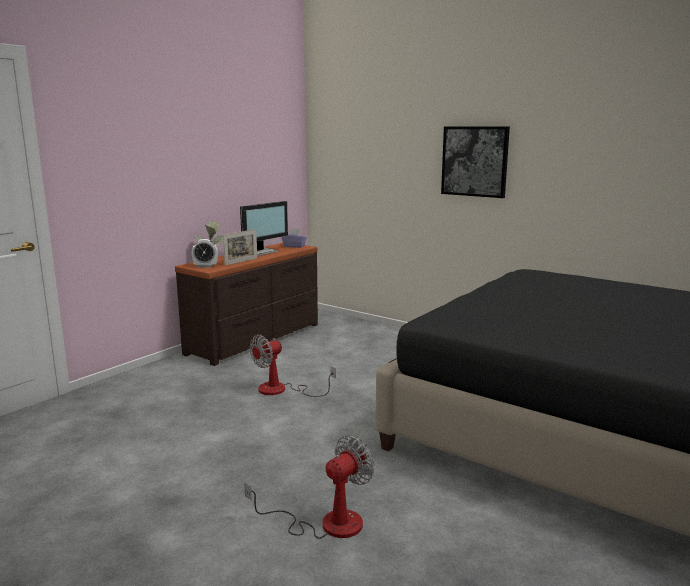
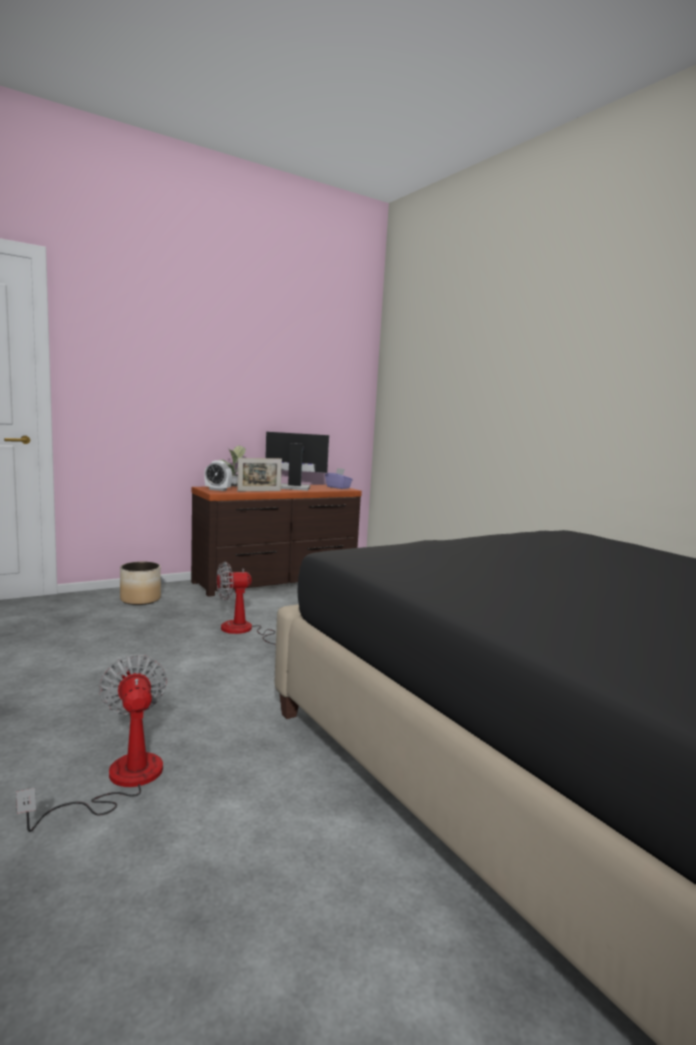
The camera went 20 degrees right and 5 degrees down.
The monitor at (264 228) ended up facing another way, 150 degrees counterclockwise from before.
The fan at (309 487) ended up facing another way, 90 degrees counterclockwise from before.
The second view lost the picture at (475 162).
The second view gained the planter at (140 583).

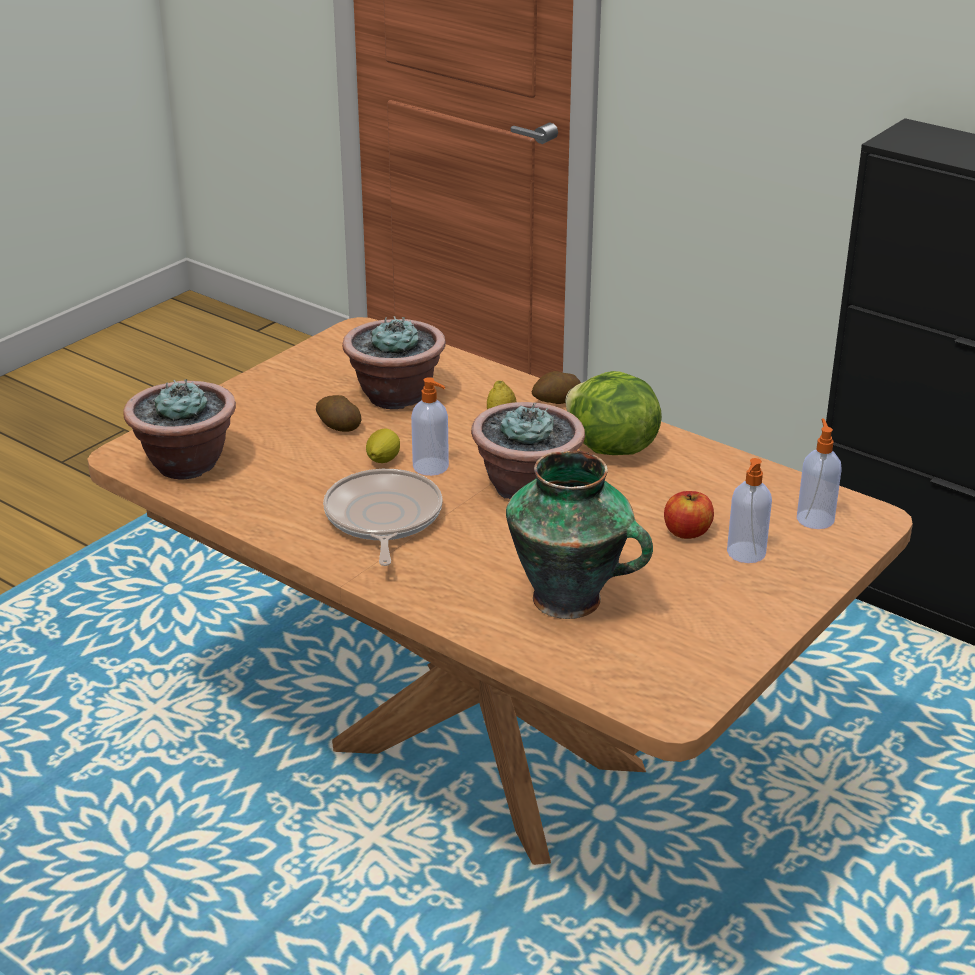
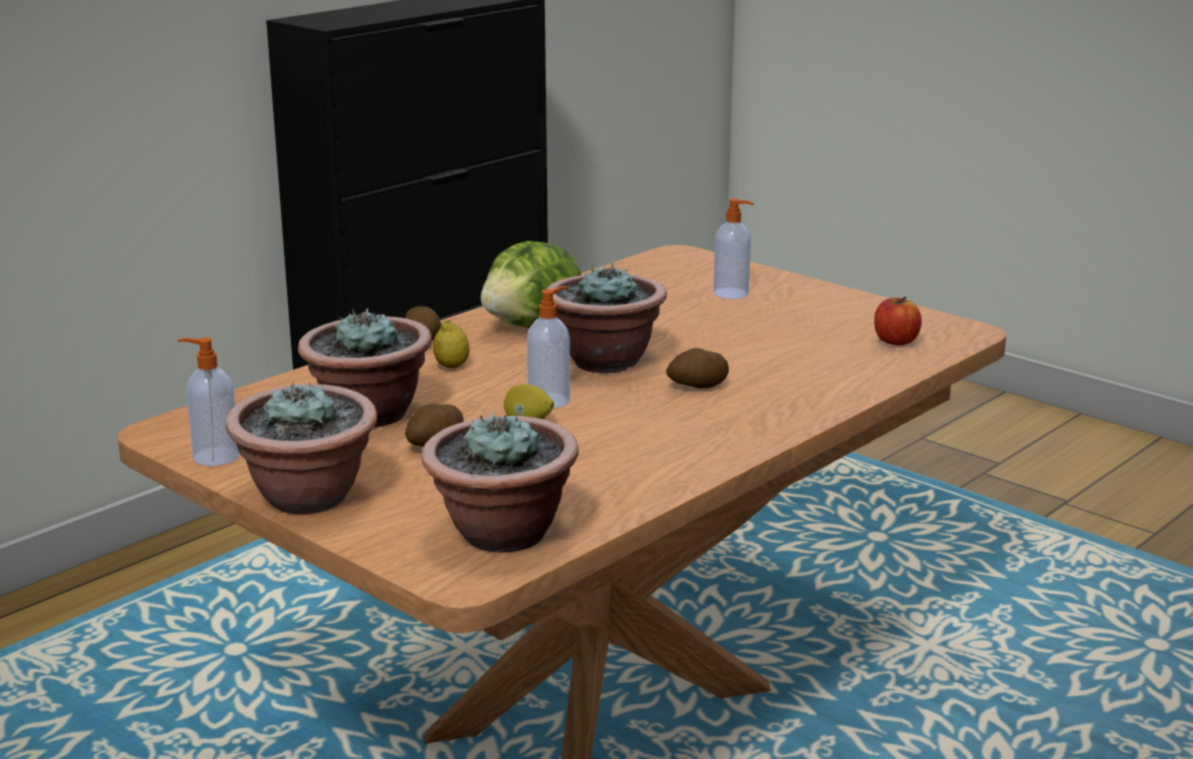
The camera went 85 degrees left and 10 degrees down.
The second view lost the frying pan at (383 517).
The second view lost the vase at (579 534).
The apple ended up elsewhere, having gone from (689 515) to (898 320).
The soap dispenser ended up elsewhere, having gone from (819 473) to (209 401).
The second view gained the potted plant at (301 448).
The second view gained the potato at (697 368).

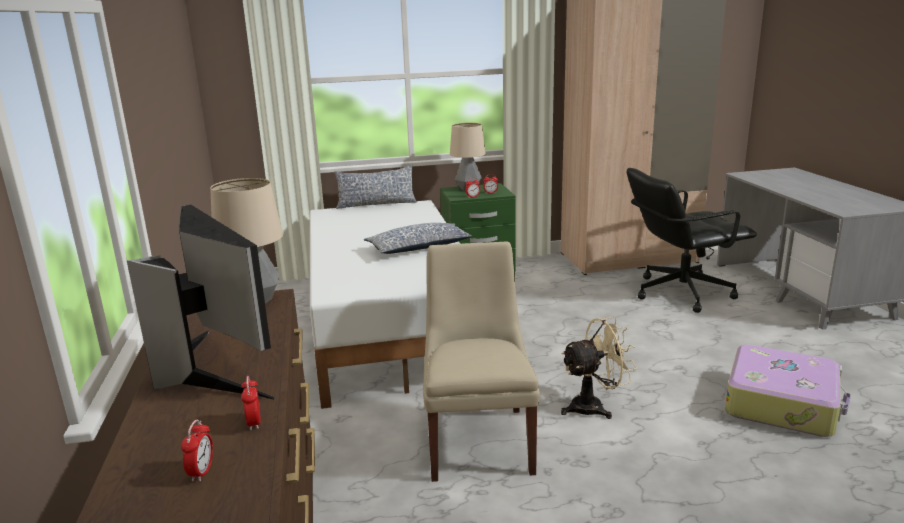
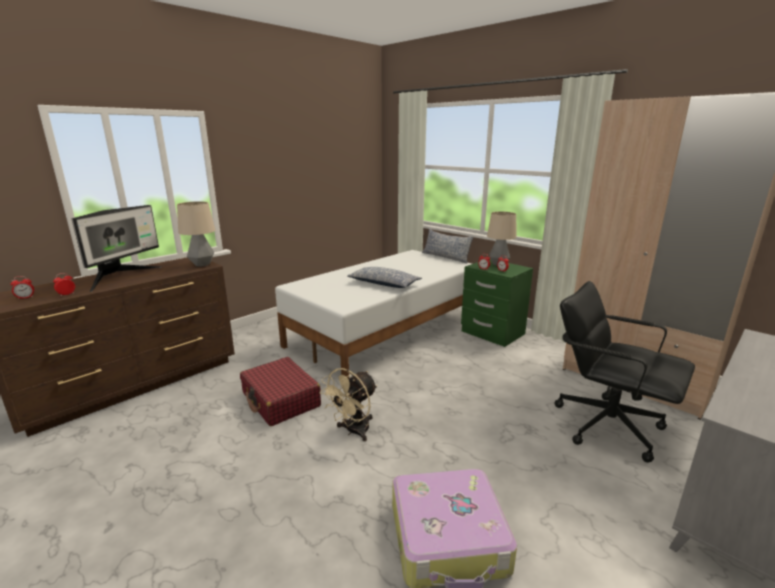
The camera went 55 degrees right and 0 degrees up.
Where the chair/beige stood at (481 361), the suitcase/red came to stand at (280 391).
The fan/beige at (599 368) ended up facing another way, 90 degrees clockwise from before.

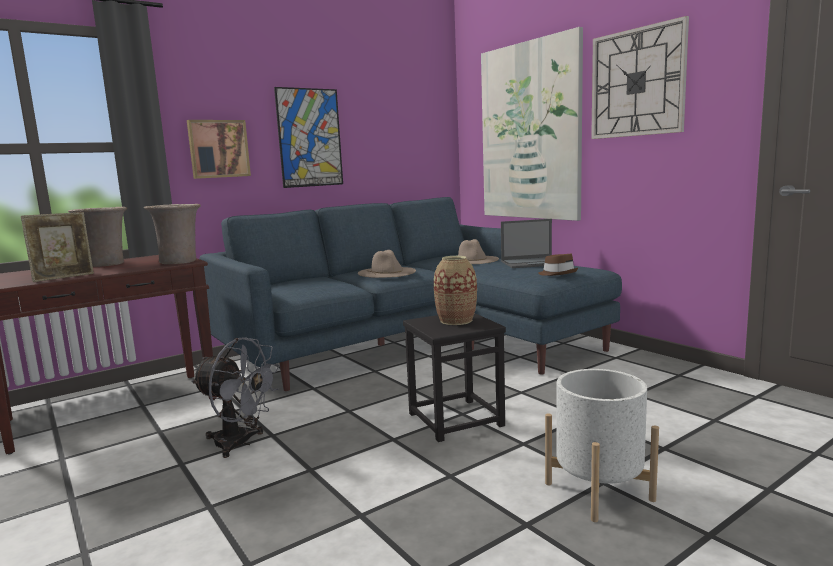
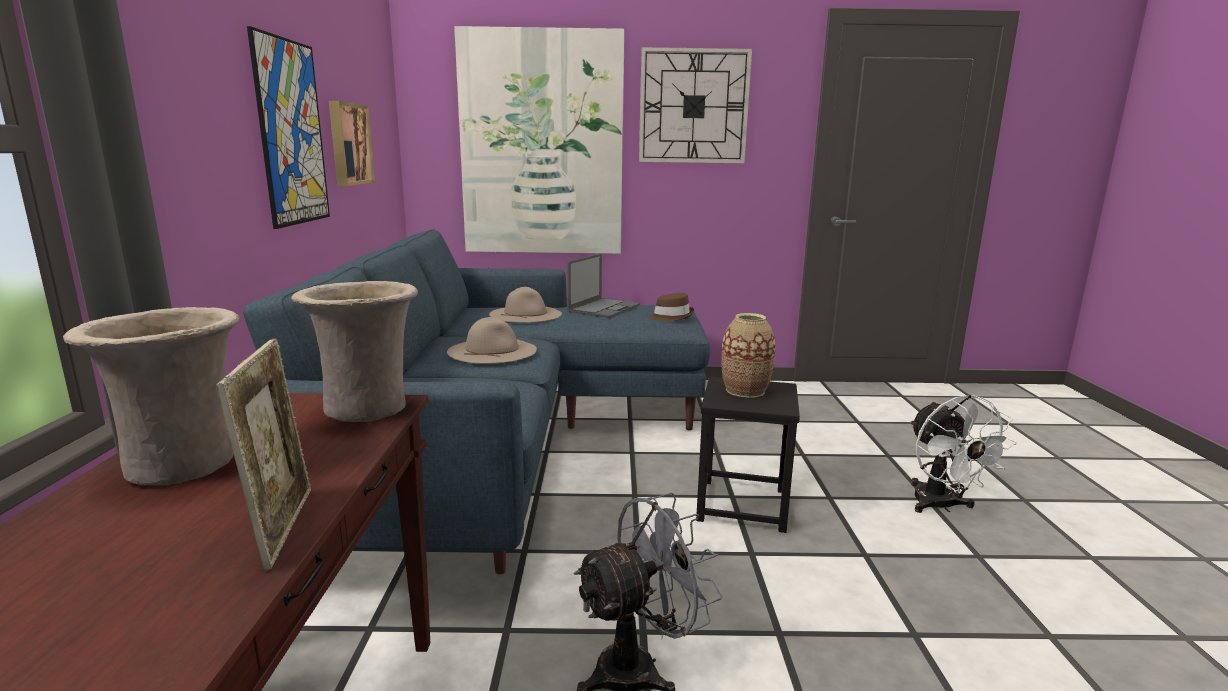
The camera went 55 degrees left and 5 degrees up.
The picture ended up elsewhere, having gone from (219 149) to (352 143).
Where the planter/white stood at (602 445), the fan/white came to stand at (963 453).

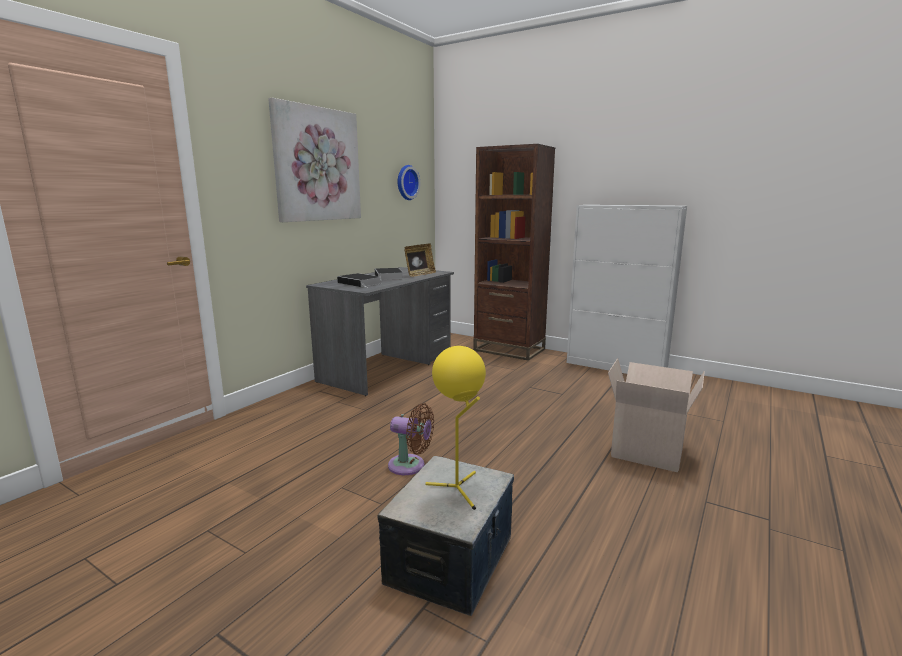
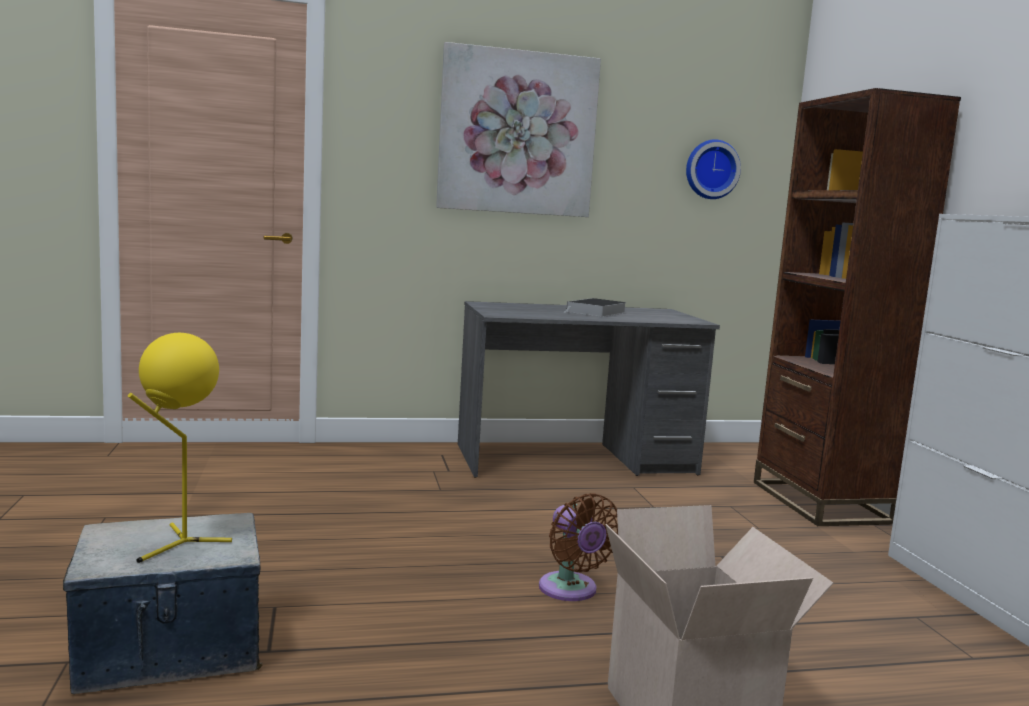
The camera went 45 degrees right and 5 degrees down.
The second view lost the book at (359 280).
The fan/brown ended up elsewhere, having gone from (411 439) to (578 547).
The second view lost the picture frame at (420 260).

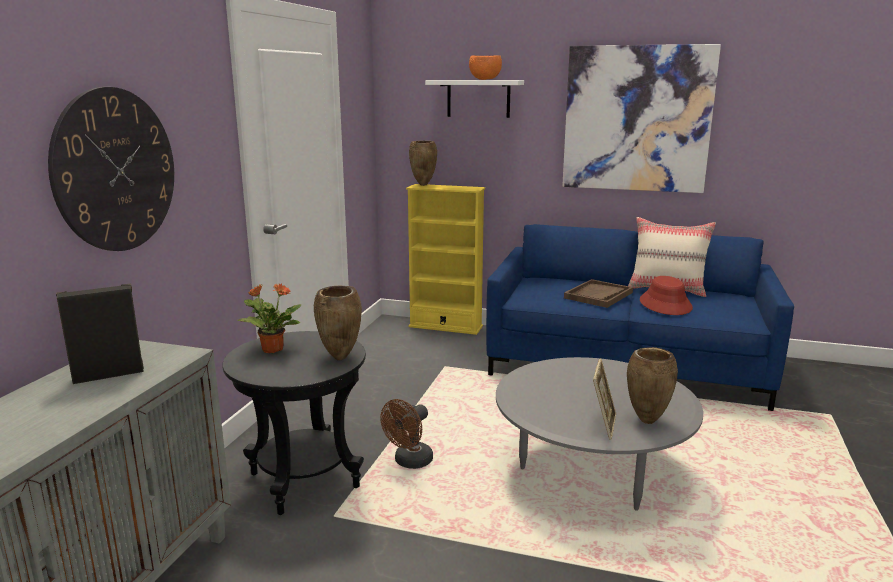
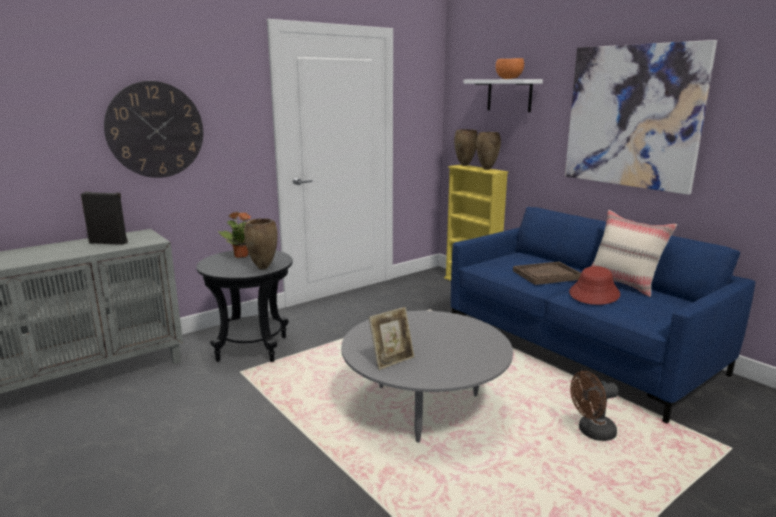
The camera went 35 degrees right and 0 degrees up.
The fan/brown ended up elsewhere, having gone from (406 434) to (594 406).
The vase/brown ended up elsewhere, having gone from (652 385) to (488 151).

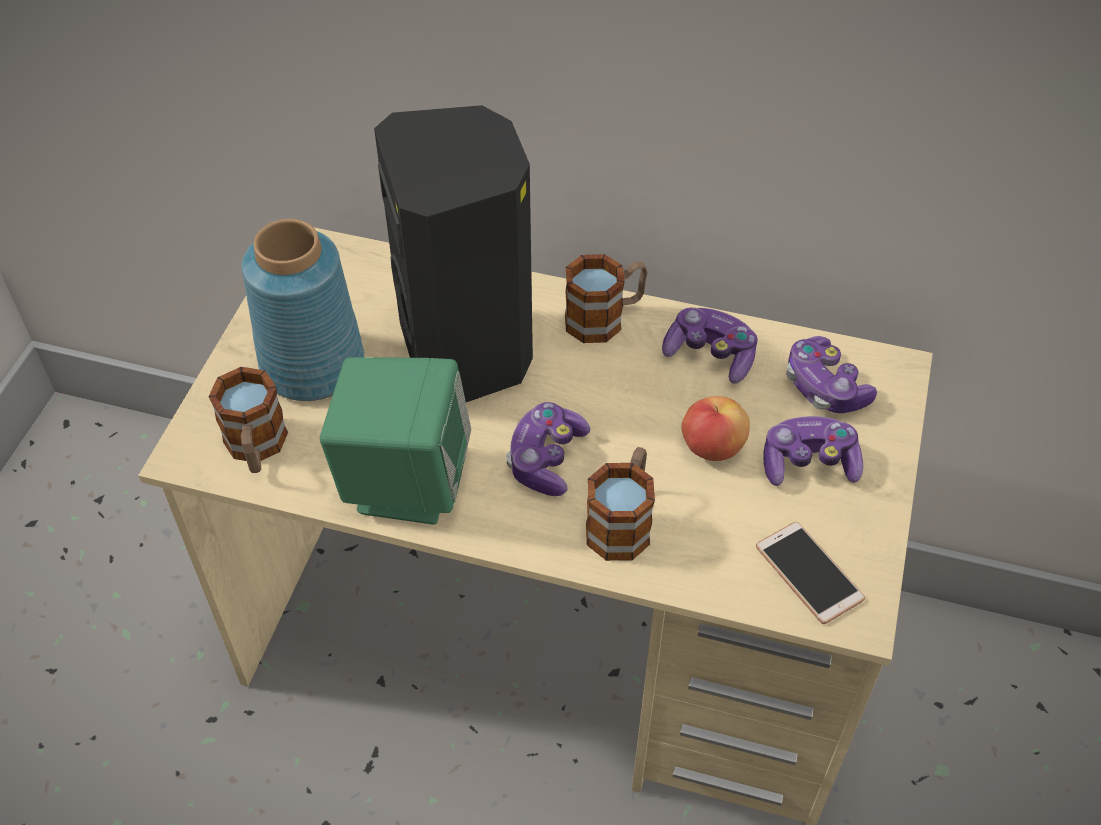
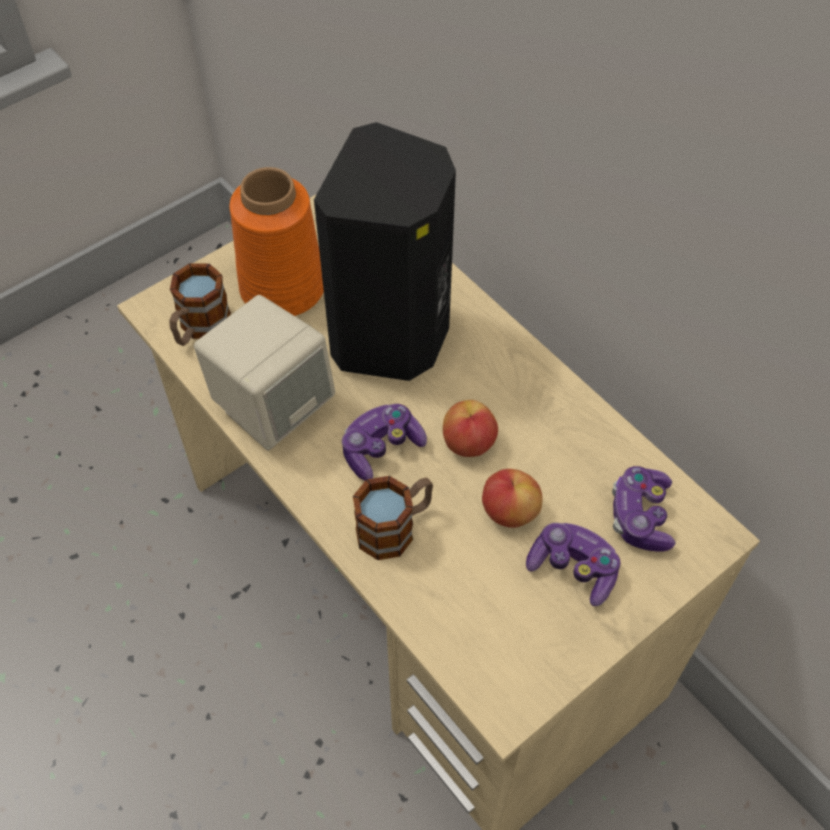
The camera went 35 degrees right and 5 degrees up.
What was the vase/blue at (303 310) turned into the vase/orange at (277 241).
What was the speaker/green at (395 441) turned into the speaker/beige at (264 372).
The second view lost the mug at (606 298).
The second view lost the game controller at (709 345).
The second view lost the phone at (810 573).
The second view gained the apple at (470 428).

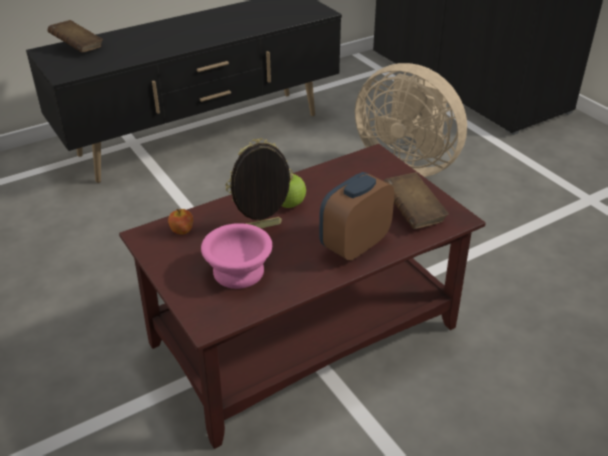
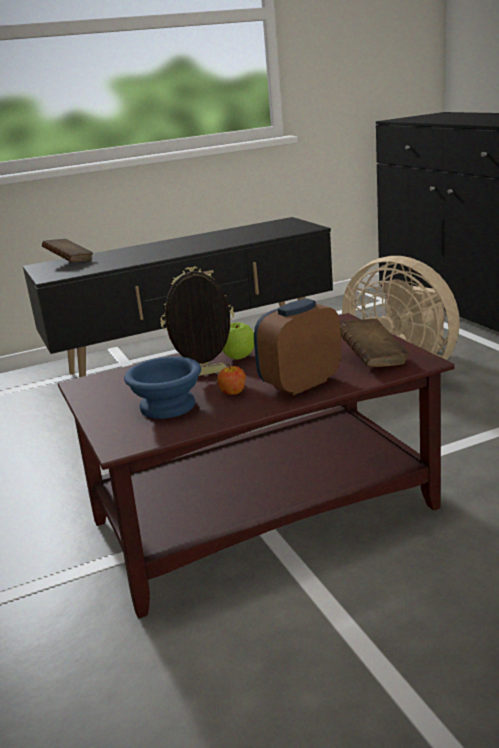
The camera went 10 degrees right and 15 degrees down.
The apple ended up elsewhere, having gone from (180 222) to (232 379).
What was the bowl/pink at (236 256) turned into the bowl/blue at (162 387).

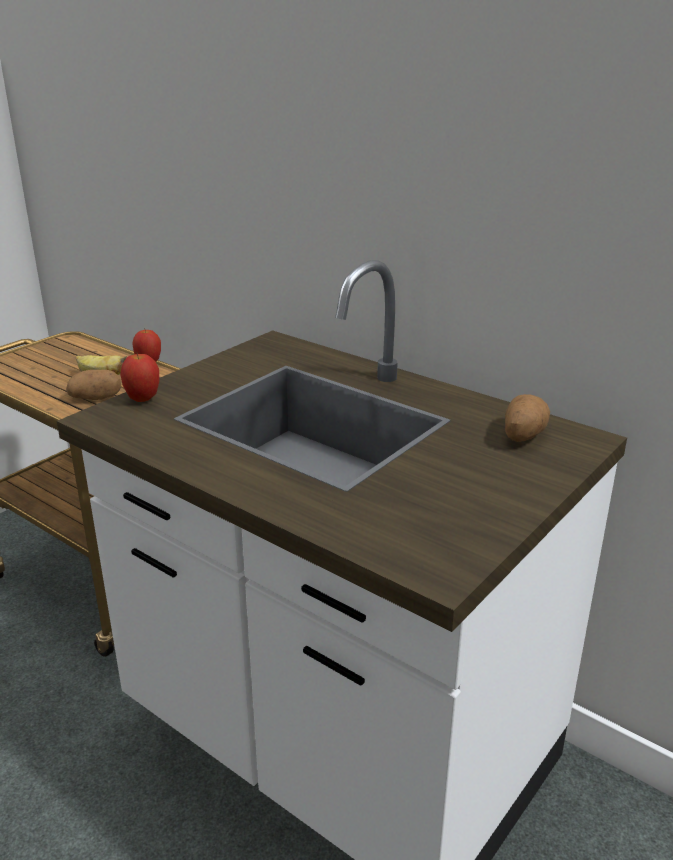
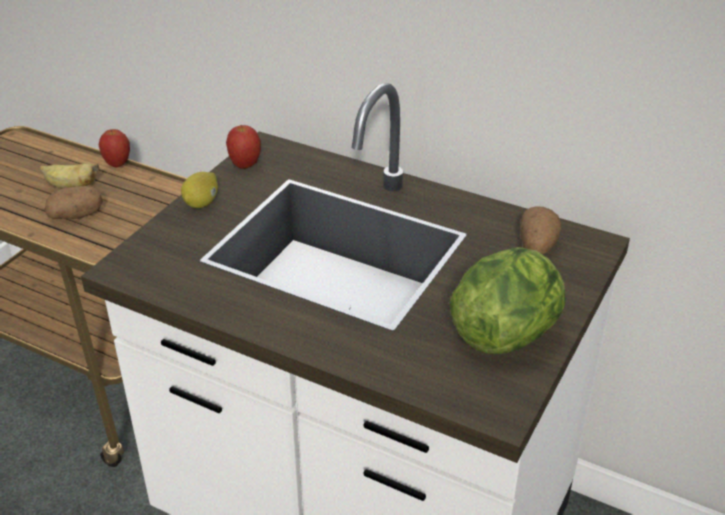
The camera went 10 degrees left and 10 degrees up.
The apple ended up elsewhere, having gone from (139 377) to (243 147).
The second view gained the lemon at (199 190).
The second view gained the lettuce at (507 301).

